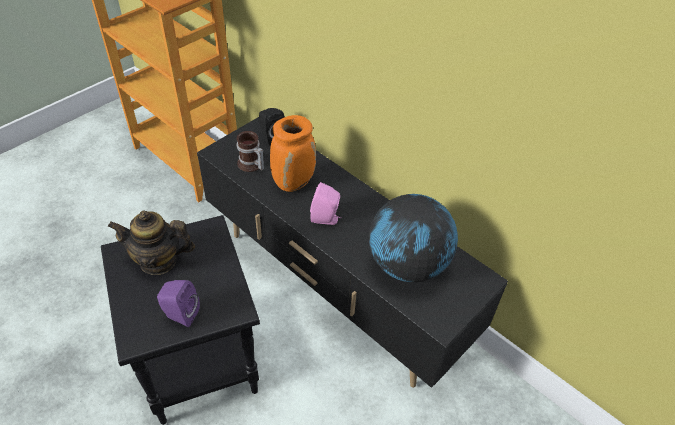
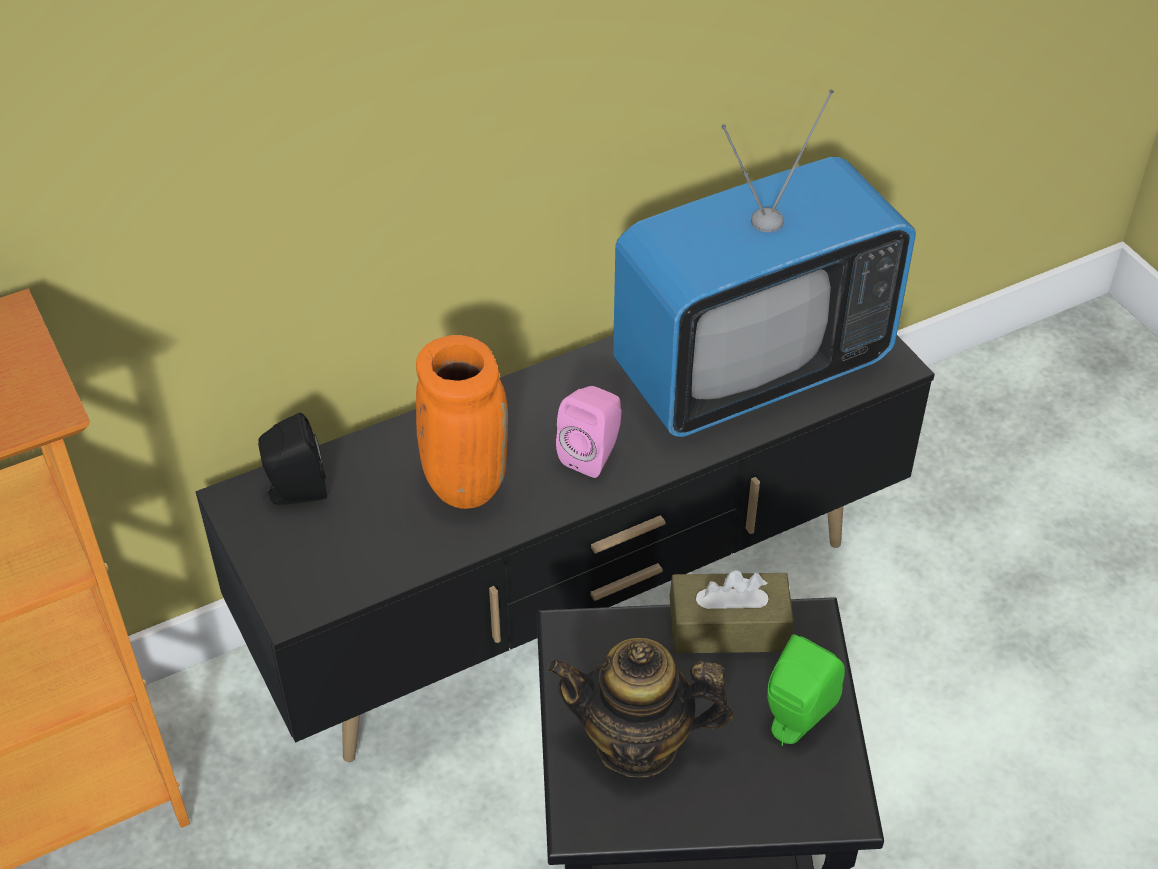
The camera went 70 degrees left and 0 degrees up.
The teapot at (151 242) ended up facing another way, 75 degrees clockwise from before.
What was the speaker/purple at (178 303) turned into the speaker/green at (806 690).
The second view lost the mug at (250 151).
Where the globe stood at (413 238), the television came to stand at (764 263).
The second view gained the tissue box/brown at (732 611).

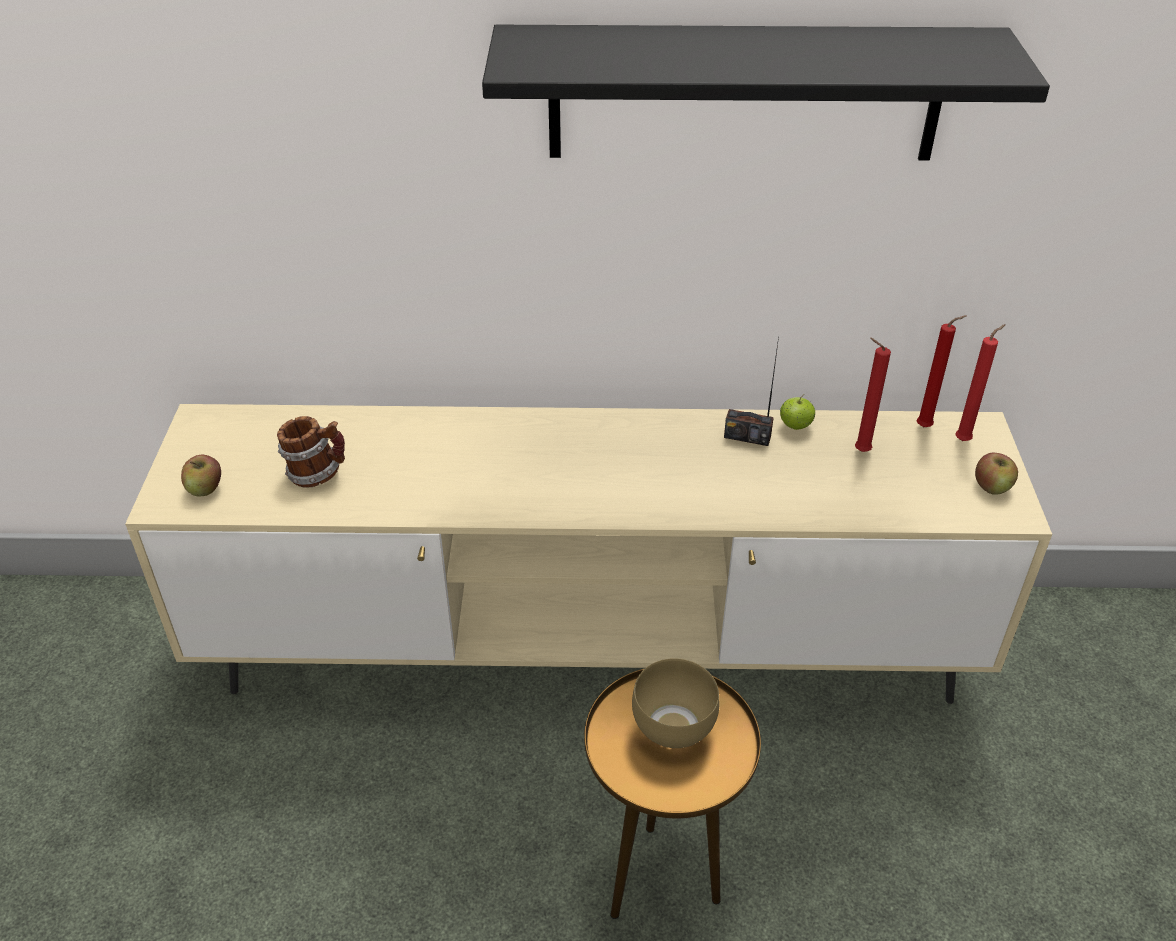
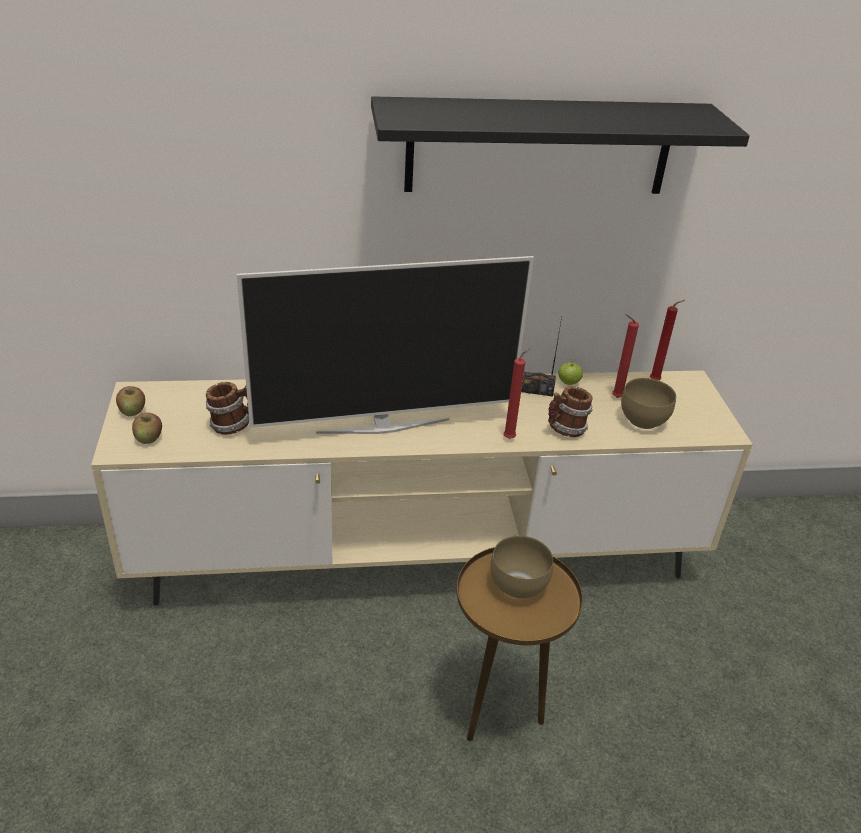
The camera went 10 degrees left and 5 degrees down.
The candle/red ended up elsewhere, having gone from (980 382) to (516 393).
The apple ended up elsewhere, having gone from (996 474) to (130 401).
The second view gained the television at (385 345).
The second view gained the mug at (570 411).
The second view gained the bowl/brown at (648 403).

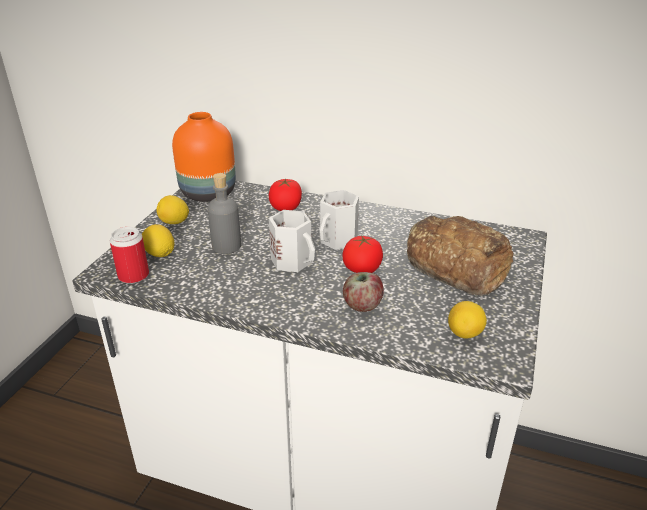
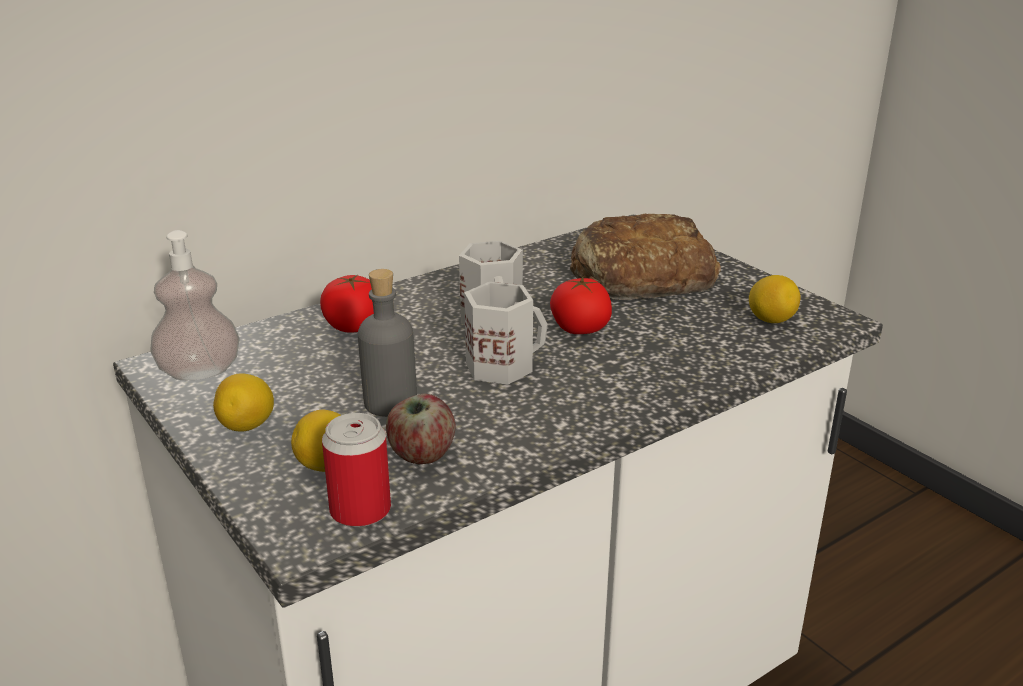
The camera went 55 degrees left and 5 degrees down.
Where the vase/orange stood at (204 157), the soap dispenser came to stand at (195 305).
The apple ended up elsewhere, having gone from (363 292) to (420 429).

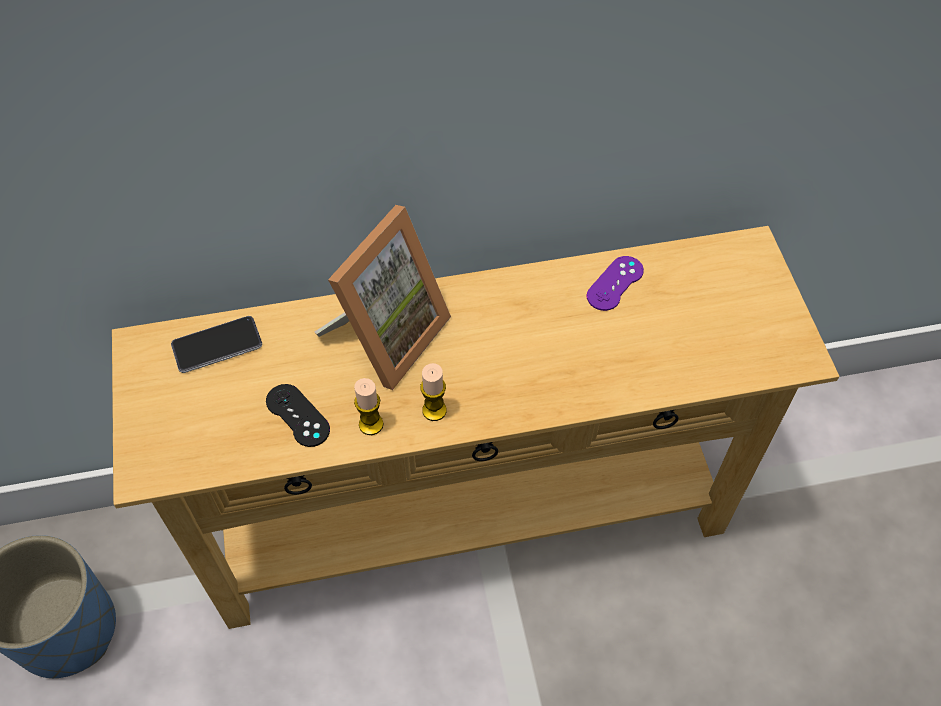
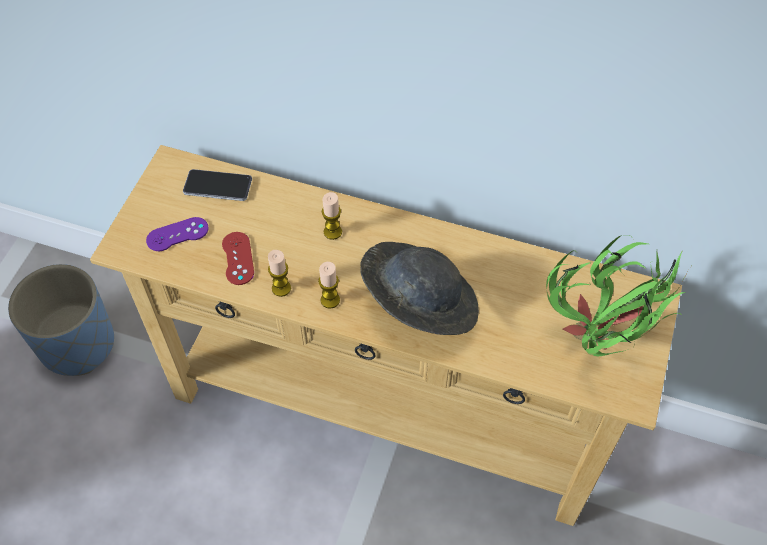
The camera went 30 degrees right and 0 degrees up.
What was the game controller/black at (298 415) turned into the game controller/red at (238 258).
Where the picture frame stood at (383 297), the candle came to stand at (332 216).
The game controller/purple ended up elsewhere, having gone from (615 283) to (177 234).
The second view gained the hat/grey at (419 288).
The second view gained the potted plant at (618 295).

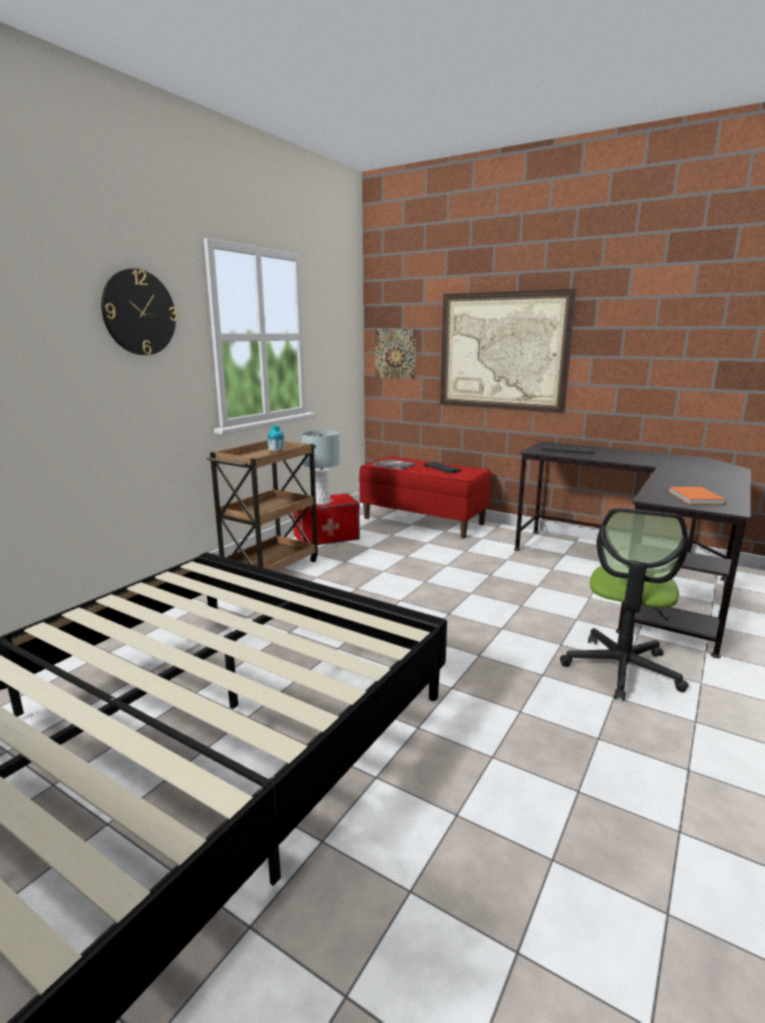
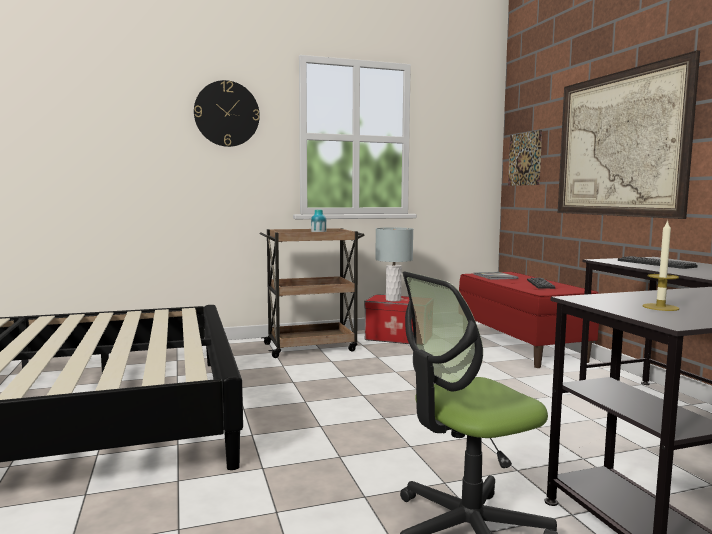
The camera went 40 degrees right and 10 degrees down.
Where the book/orange stood at (697 496), the candle came to stand at (661 265).

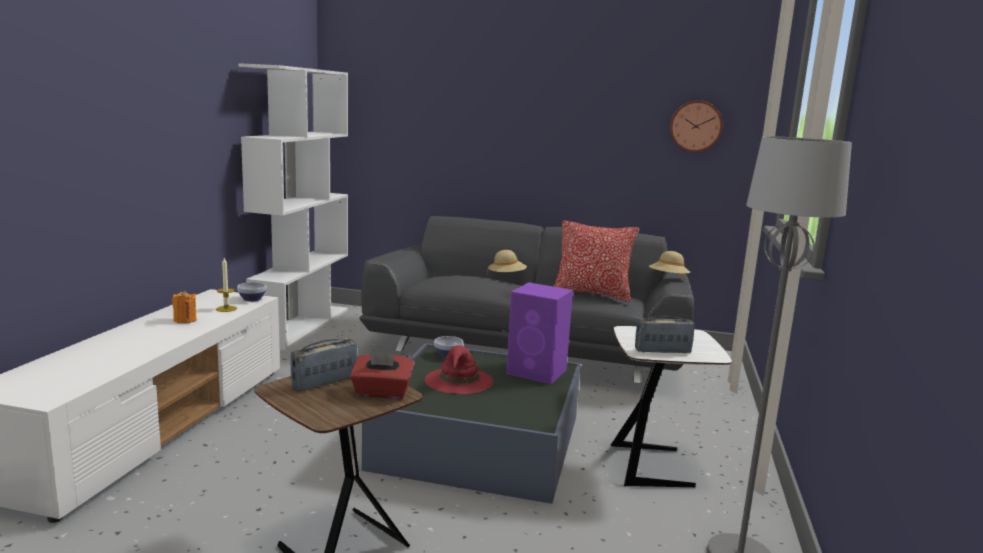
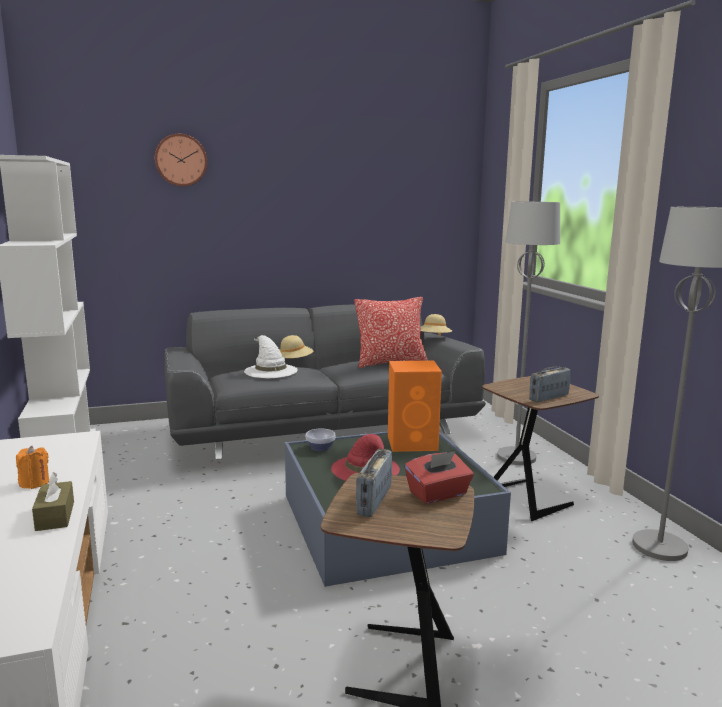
The camera went 30 degrees left and 0 degrees up.
The second view lost the candle at (226 285).
The second view lost the bowl at (251 292).
What was the speaker/purple at (539 333) turned into the speaker/orange at (415 406).
What was the side table/white at (671 406) turned into the side table/brown at (540 448).
The wall clock ended up elsewhere, having gone from (696 126) to (181 160).
The second view gained the tissue box/brown at (53 501).
The second view gained the hat/white at (271 356).
The second view gained the floor lamp/grey at (528 333).

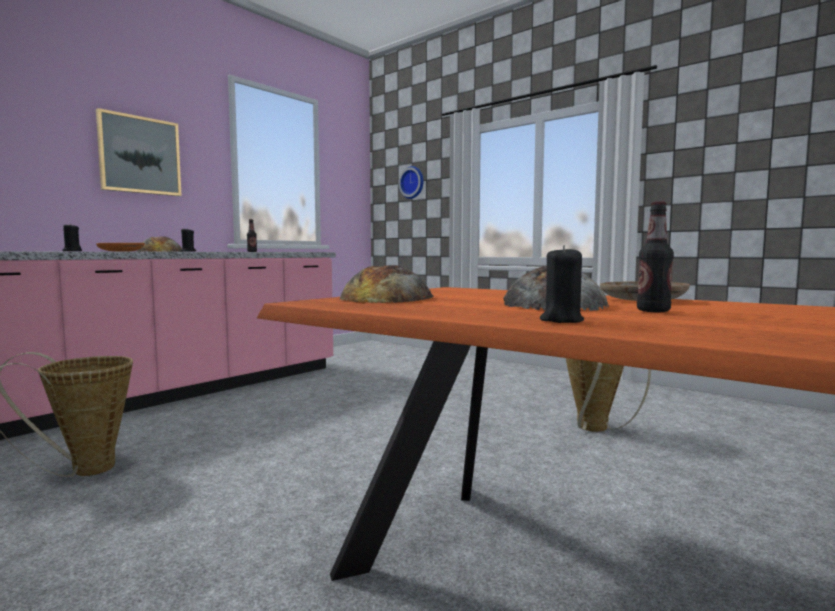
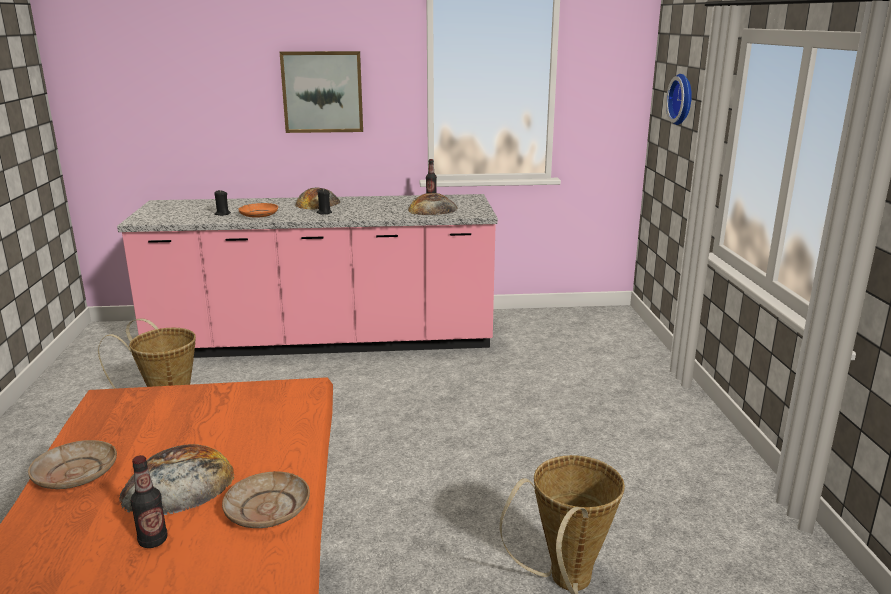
The camera went 45 degrees right and 15 degrees up.
The bread ended up elsewhere, having gone from (386 284) to (433 204).
The second view lost the candle/black at (562 284).
The second view gained the plate/beige at (72 464).

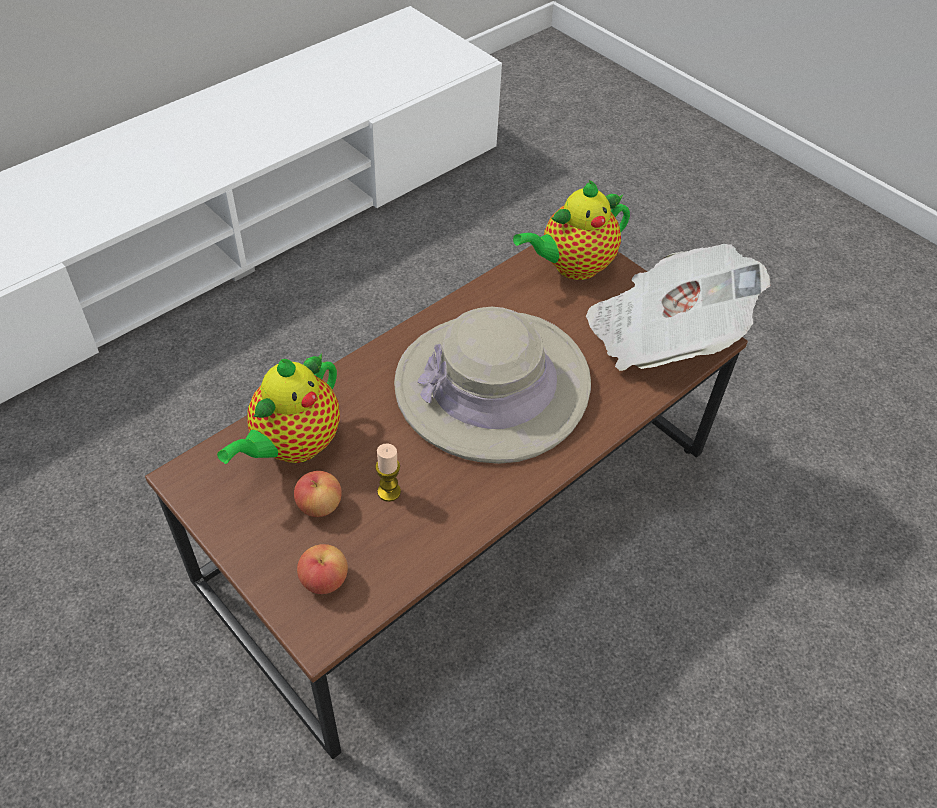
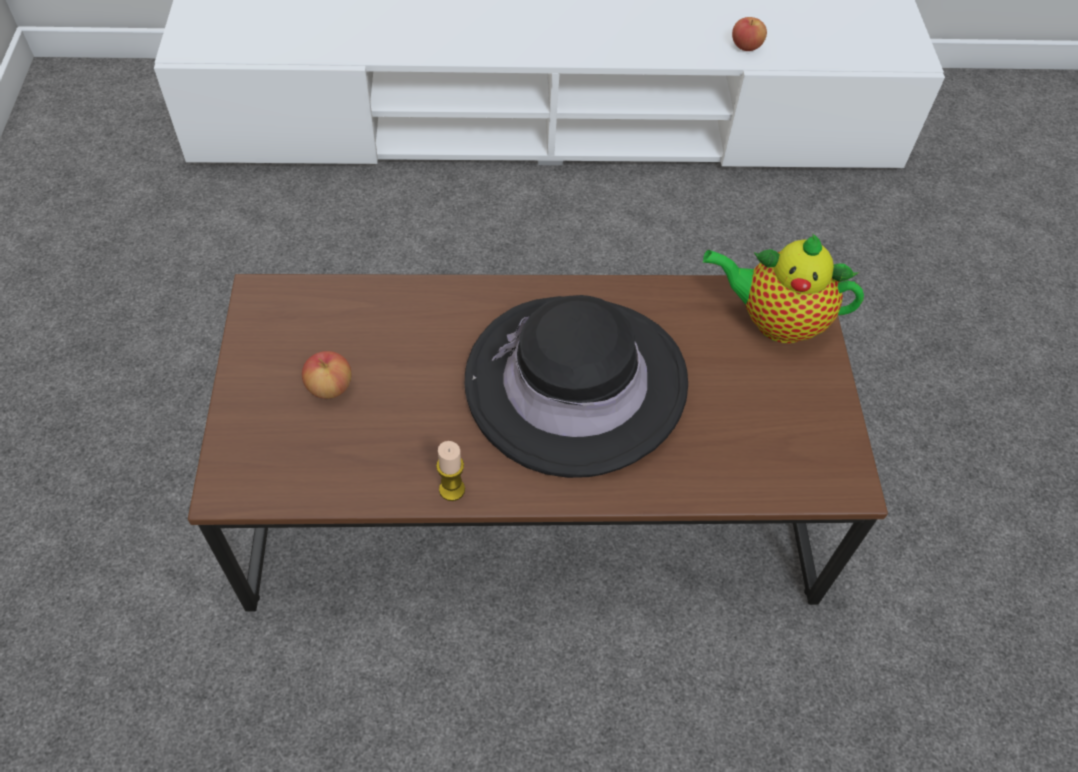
The camera went 40 degrees right and 5 degrees up.
The second view lost the teapot at (278 409).
The apple ended up elsewhere, having gone from (322 569) to (749 34).
The candle ended up elsewhere, having gone from (388 472) to (450 471).
What was the hat/beige at (492 385) turned into the hat/black at (576 386).
The second view lost the newspaper at (678 307).

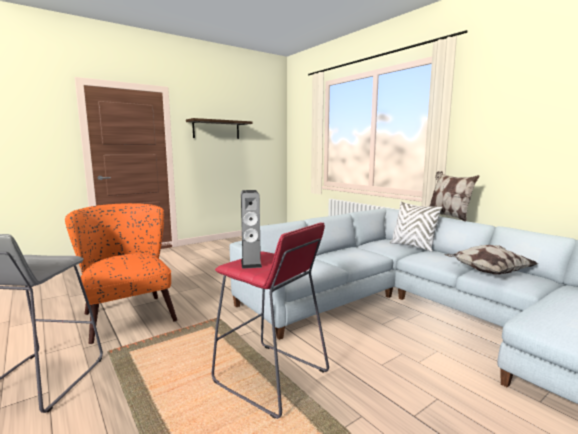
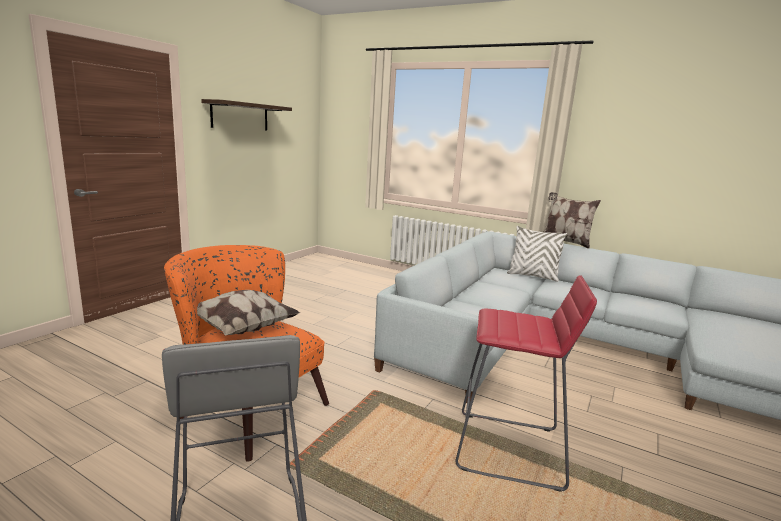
The camera went 25 degrees left and 5 degrees up.
The second view lost the speaker at (251 229).
The pillow ended up elsewhere, having gone from (491 260) to (248 313).

